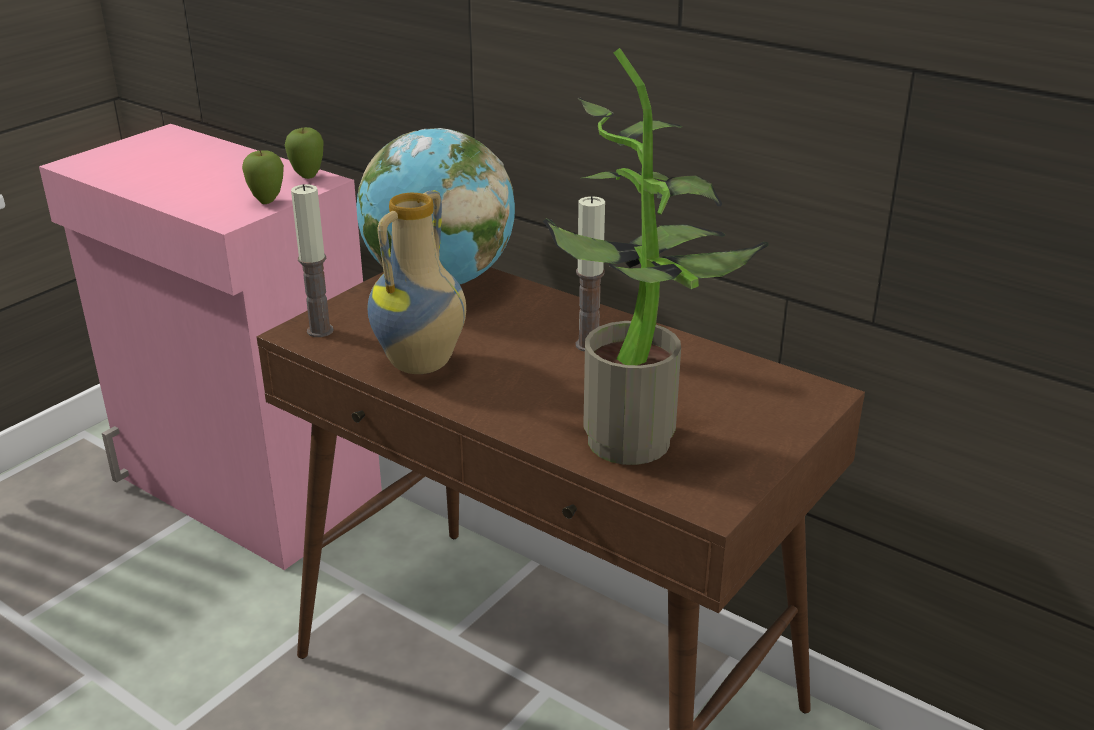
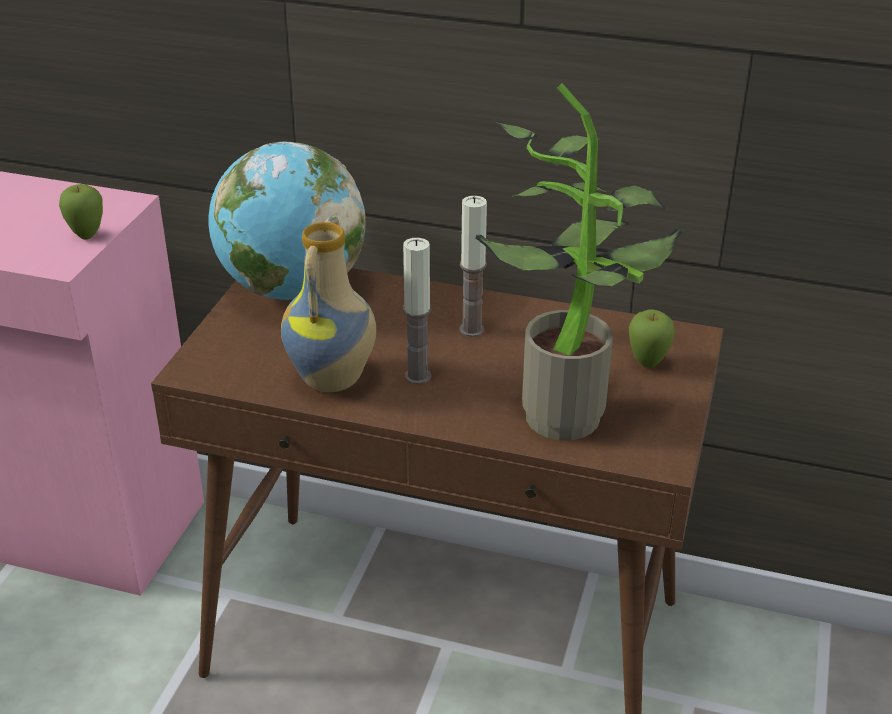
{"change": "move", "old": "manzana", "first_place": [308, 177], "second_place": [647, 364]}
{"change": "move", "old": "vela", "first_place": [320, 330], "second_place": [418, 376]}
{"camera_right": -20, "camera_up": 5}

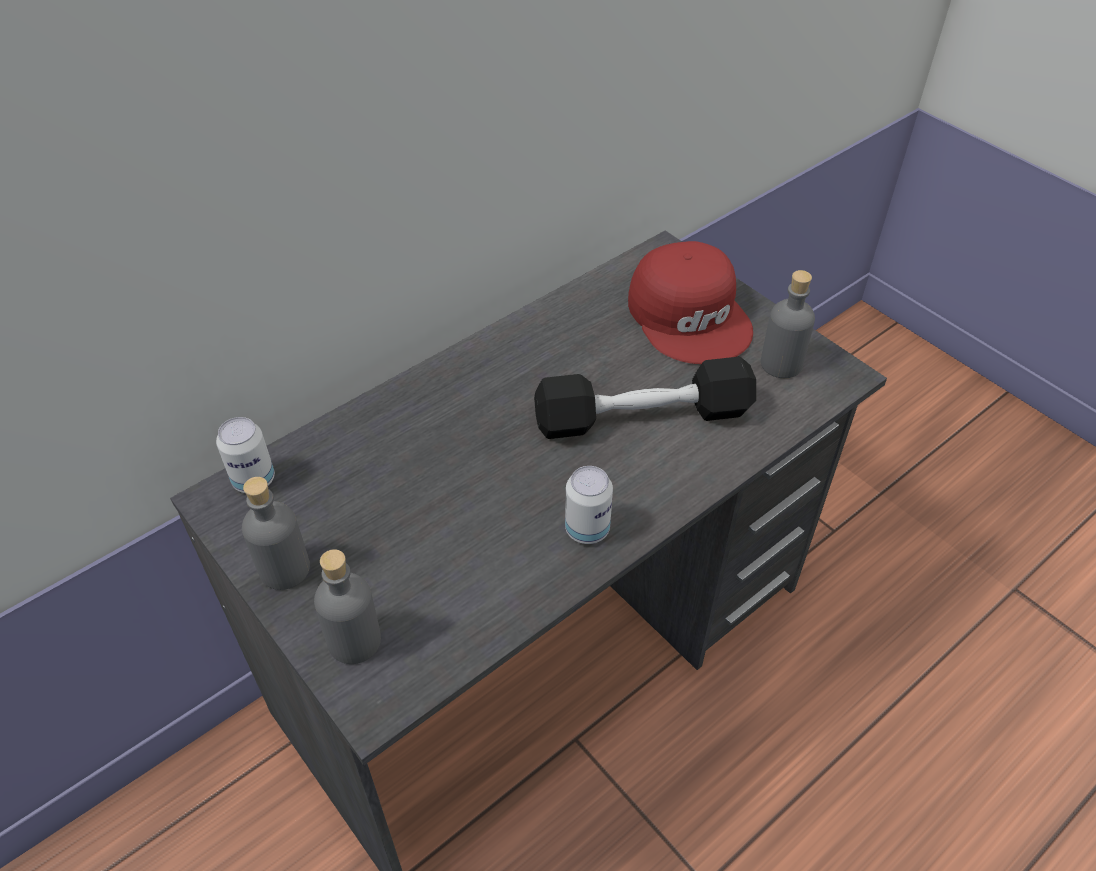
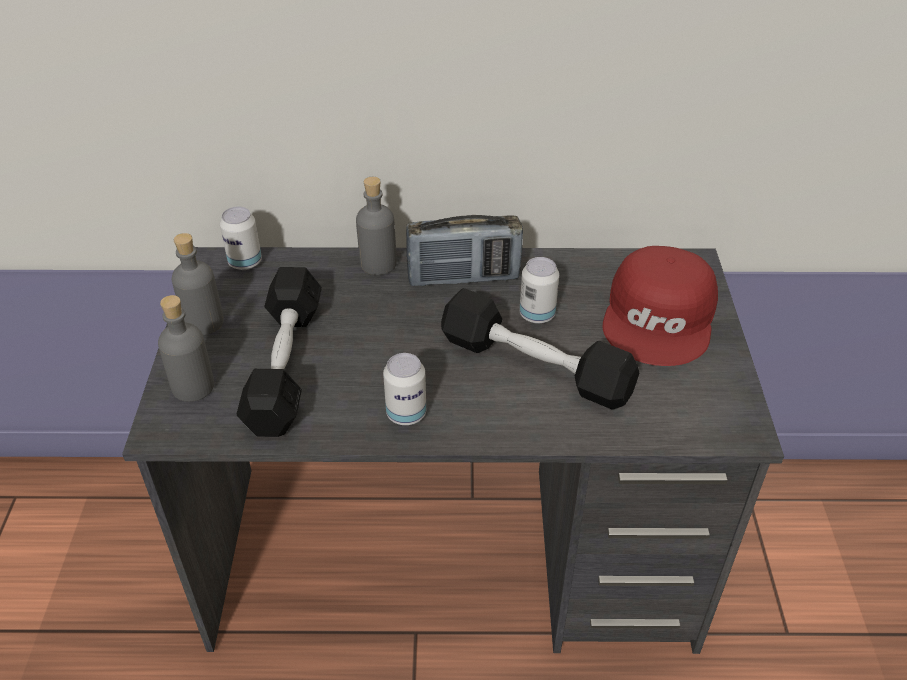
{"change": "insert", "new": "mancuerna/negro", "second_place": [285, 365]}
{"change": "insert", "new": "radio", "second_place": [463, 277]}
{"change": "insert", "new": "lata", "second_place": [537, 315]}
{"change": "move", "old": "botella/gris", "first_place": [781, 364], "second_place": [378, 263]}
{"camera_right": 40, "camera_up": -5}

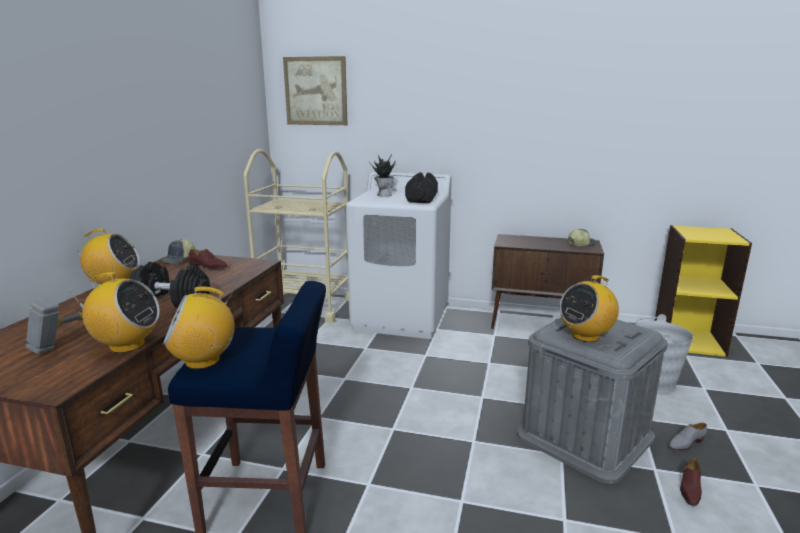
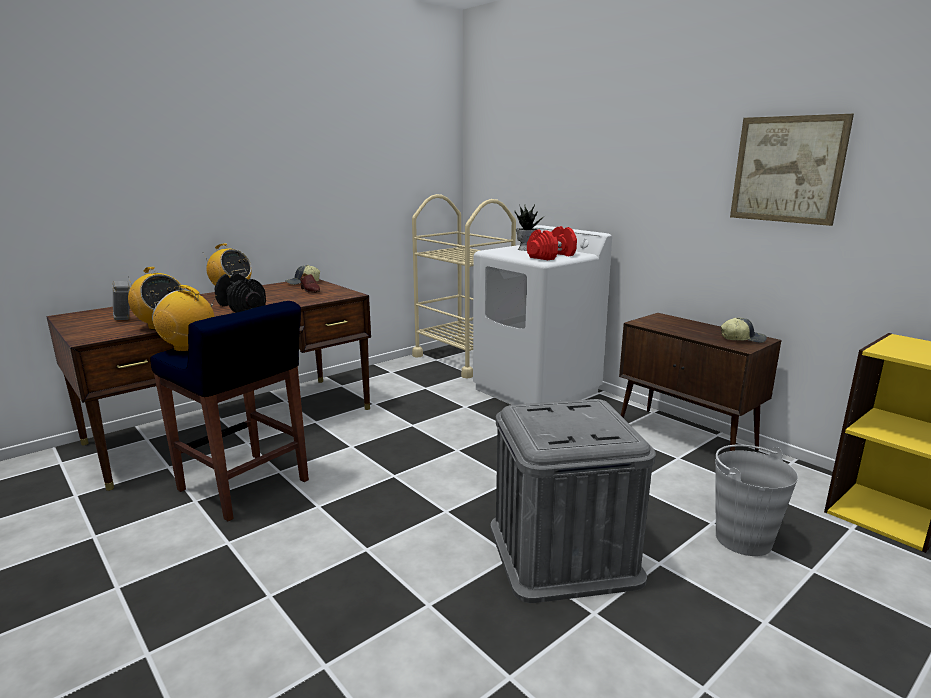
{"change": "delete", "old": "radio", "first_place": [585, 336]}
{"change": "delete", "old": "zapato/gris", "first_place": [685, 443]}
{"change": "delete", "old": "zapato/marrón", "first_place": [689, 489]}
{"change": "move", "old": "cuadro", "first_place": [315, 91], "second_place": [787, 169]}
{"change": "recolor", "old": "mancuerna/negro", "new": "mancuerna/rojo", "first_place": [421, 199], "second_place": [551, 256]}
{"camera_right": 35, "camera_up": 0}

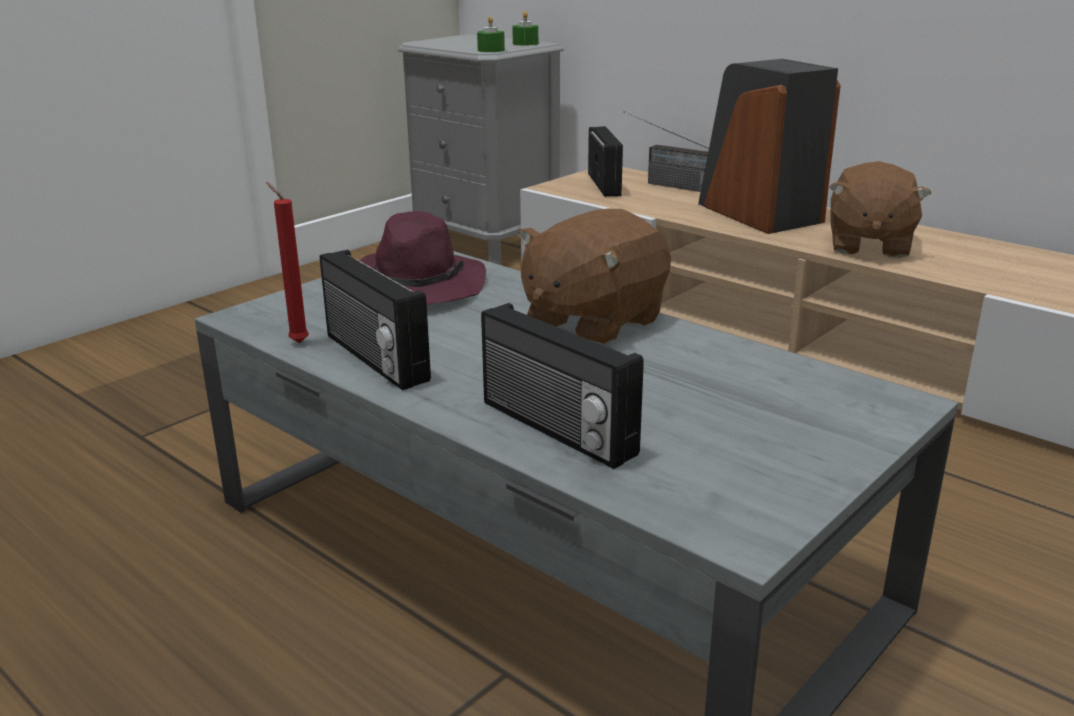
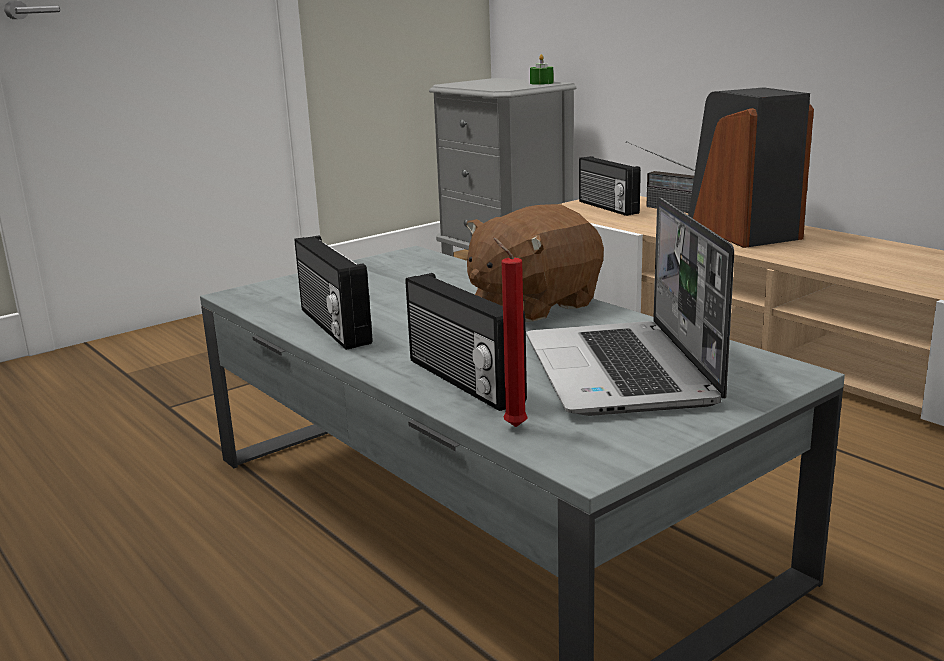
{"change": "delete", "old": "sombrero/morado", "first_place": [416, 286]}
{"change": "delete", "old": "vela/verde", "first_place": [491, 50]}
{"change": "delete", "old": "peluche/marrón", "first_place": [868, 245]}
{"change": "insert", "new": "portátil", "second_place": [622, 372]}
{"change": "move", "old": "vela/rojo", "first_place": [296, 342], "second_place": [512, 426]}
{"change": "rotate", "old": "radio", "first_place": [606, 184], "second_place": [606, 207], "degrees": 150}
{"camera_right": 10, "camera_up": -5}

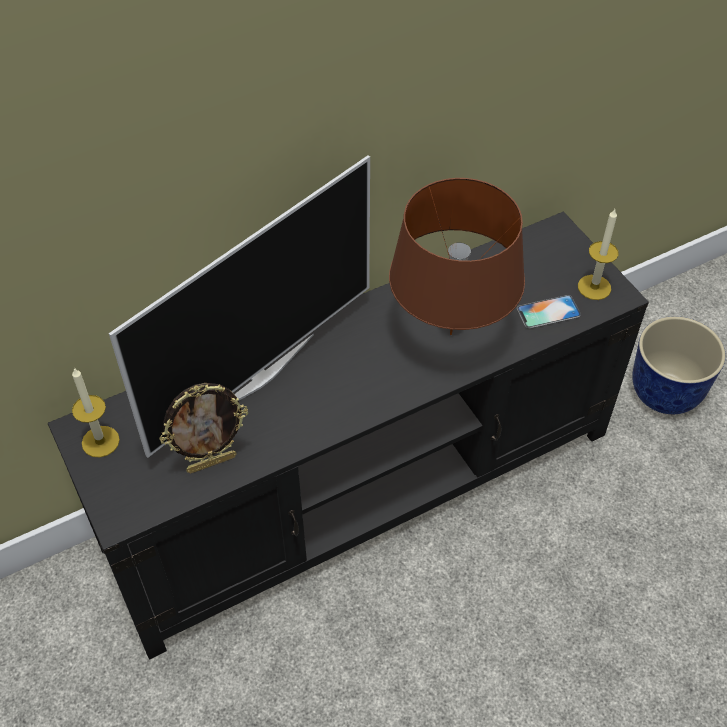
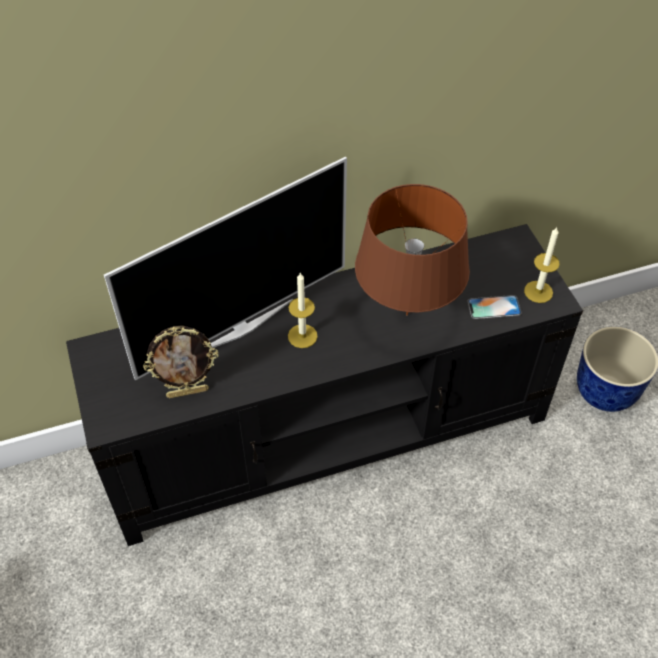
{"change": "move", "old": "vela", "first_place": [100, 441], "second_place": [302, 336]}
{"camera_right": 10, "camera_up": 0}

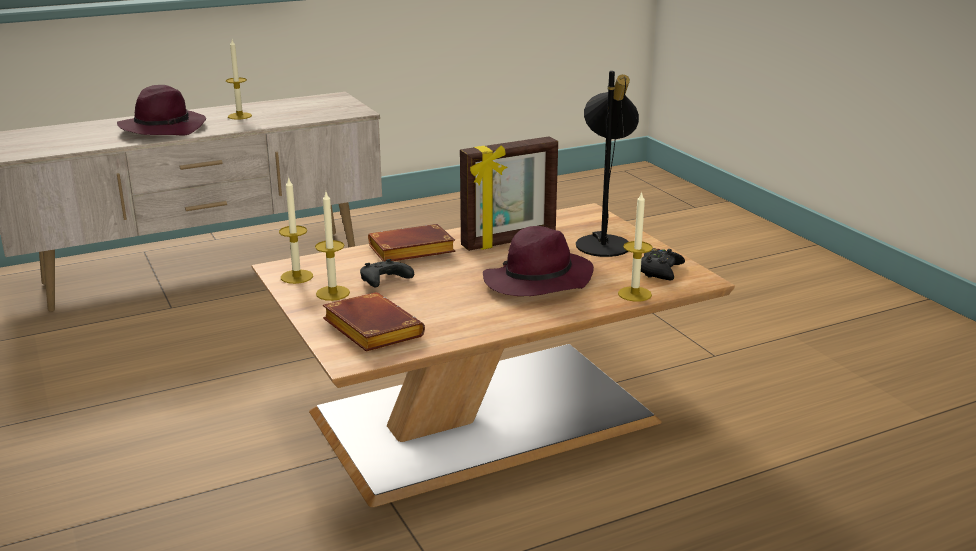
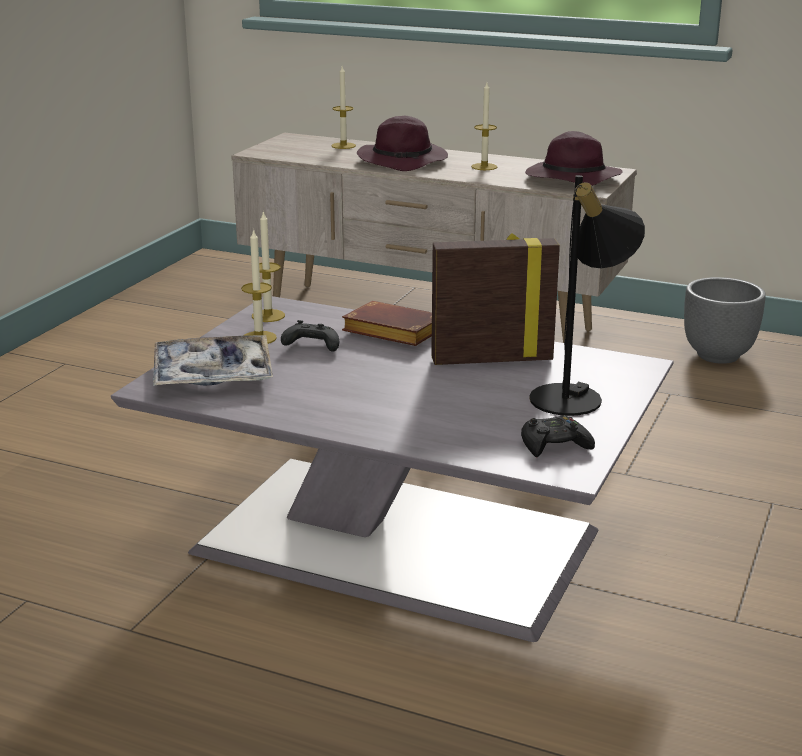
{"change": "insert", "new": "maceta/gris", "second_place": [718, 356]}
{"change": "move", "old": "sombrero/morado", "first_place": [537, 282], "second_place": [571, 179]}
{"change": "move", "old": "vela", "first_place": [634, 294], "second_place": [343, 146]}
{"change": "replace", "old": "libro/marrón", "new": "bandeja", "first_place": [369, 330], "second_place": [212, 374]}
{"change": "recolor", "old": "mesa de centro/marrón", "new": "mesa de centro/gris", "first_place": [489, 414], "second_place": [404, 542]}
{"change": "rotate", "old": "portarretratos", "first_place": [509, 241], "second_place": [491, 359], "degrees": 150}
{"camera_right": 50, "camera_up": 0}

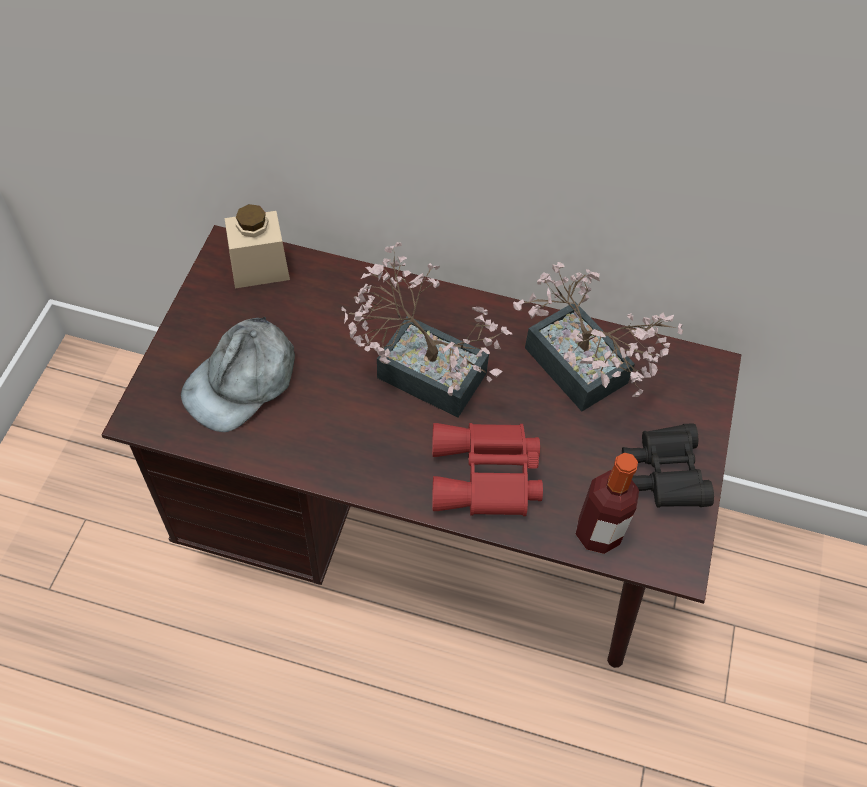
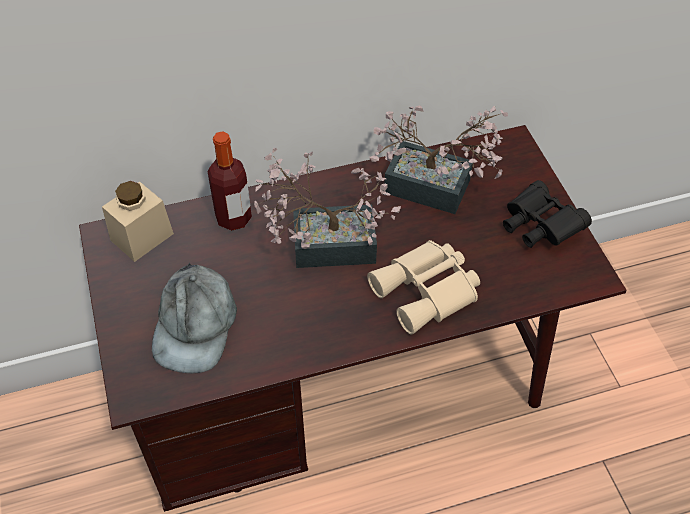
{"change": "move", "old": "botella", "first_place": [598, 533], "second_place": [233, 218]}
{"change": "recolor", "old": "prismáticos/rojo", "new": "prismáticos/beis", "first_place": [486, 477], "second_place": [428, 292]}
{"camera_right": -30, "camera_up": -5}

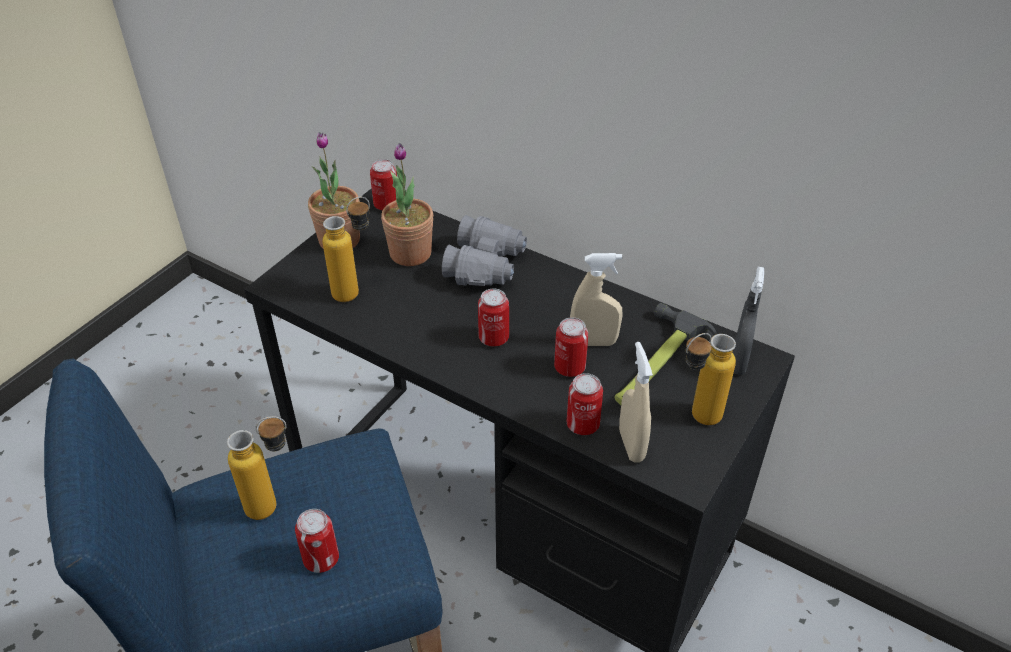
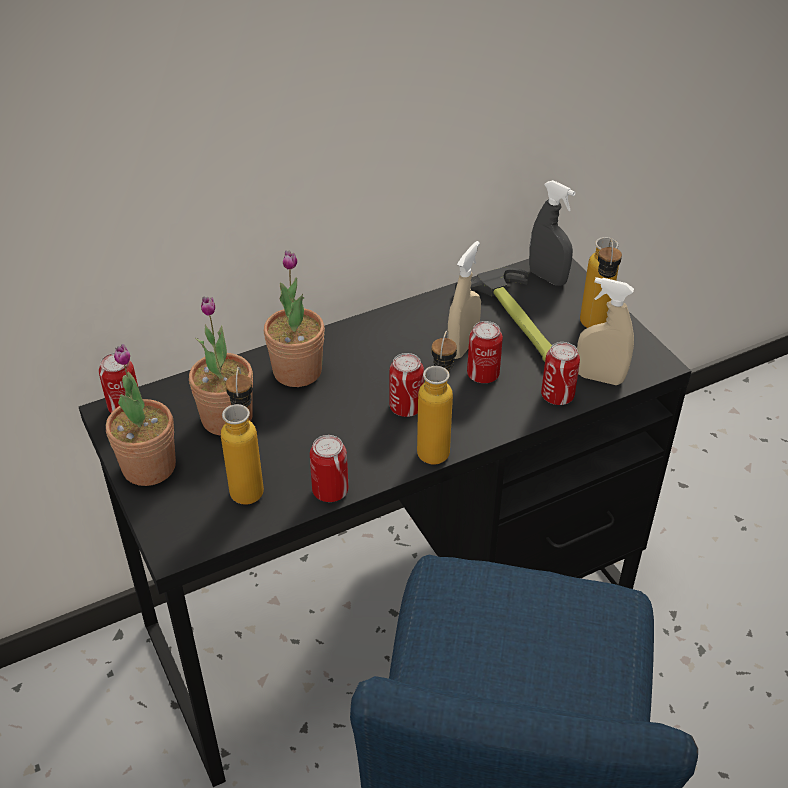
{"change": "move", "old": "botella", "first_place": [274, 505], "second_place": [436, 444]}
{"change": "move", "old": "lata", "first_place": [321, 559], "second_place": [330, 491]}
{"change": "replace", "old": "prismáticos/gris", "new": "planta en maceta", "first_place": [486, 265], "second_place": [297, 371]}
{"camera_right": -60, "camera_up": 0}

